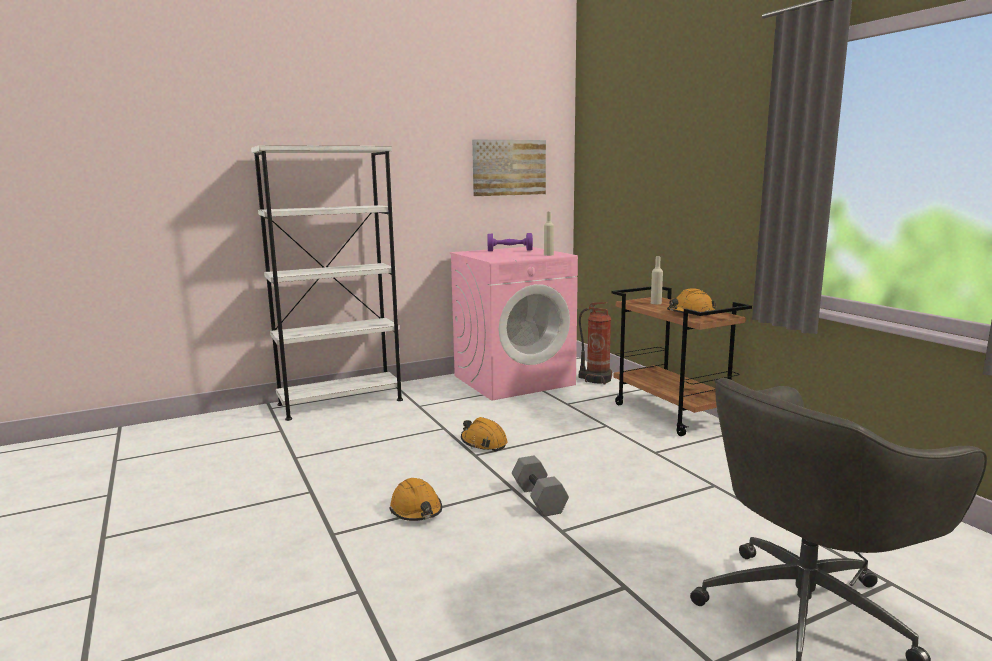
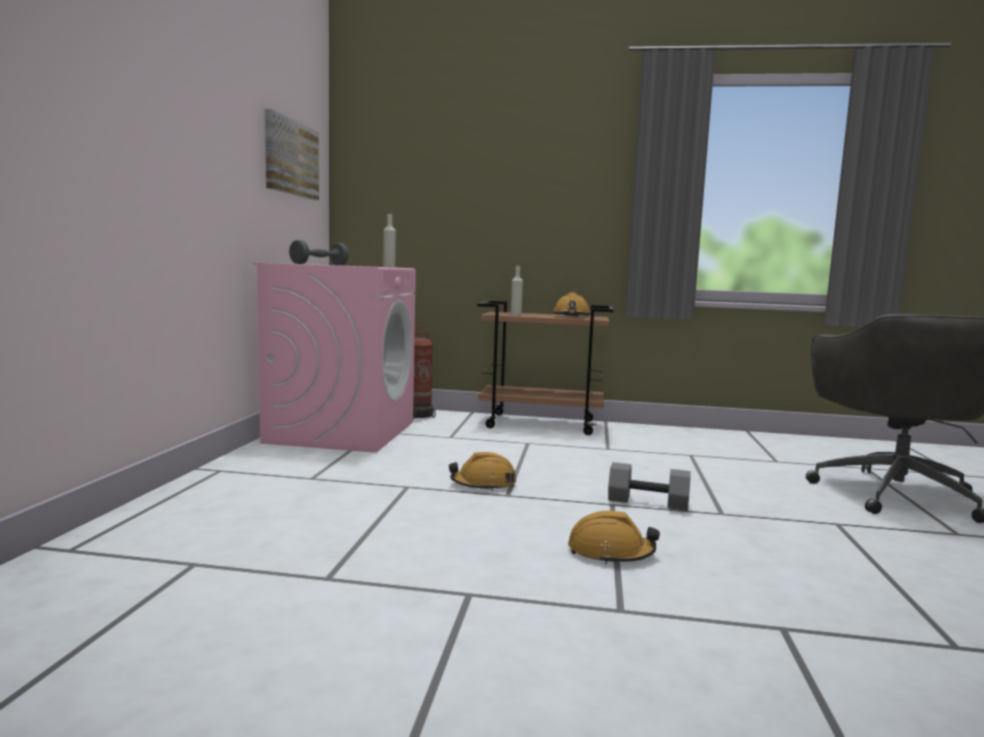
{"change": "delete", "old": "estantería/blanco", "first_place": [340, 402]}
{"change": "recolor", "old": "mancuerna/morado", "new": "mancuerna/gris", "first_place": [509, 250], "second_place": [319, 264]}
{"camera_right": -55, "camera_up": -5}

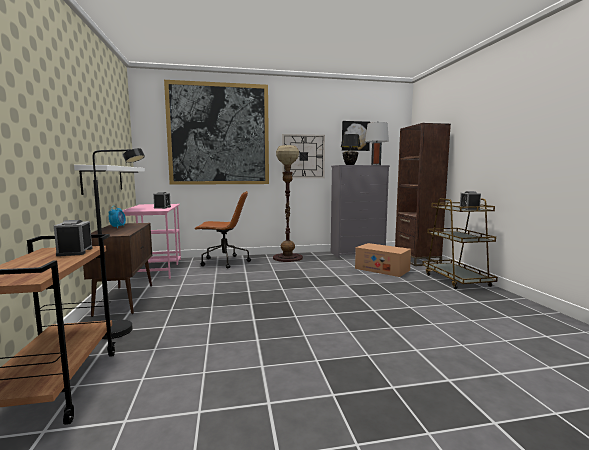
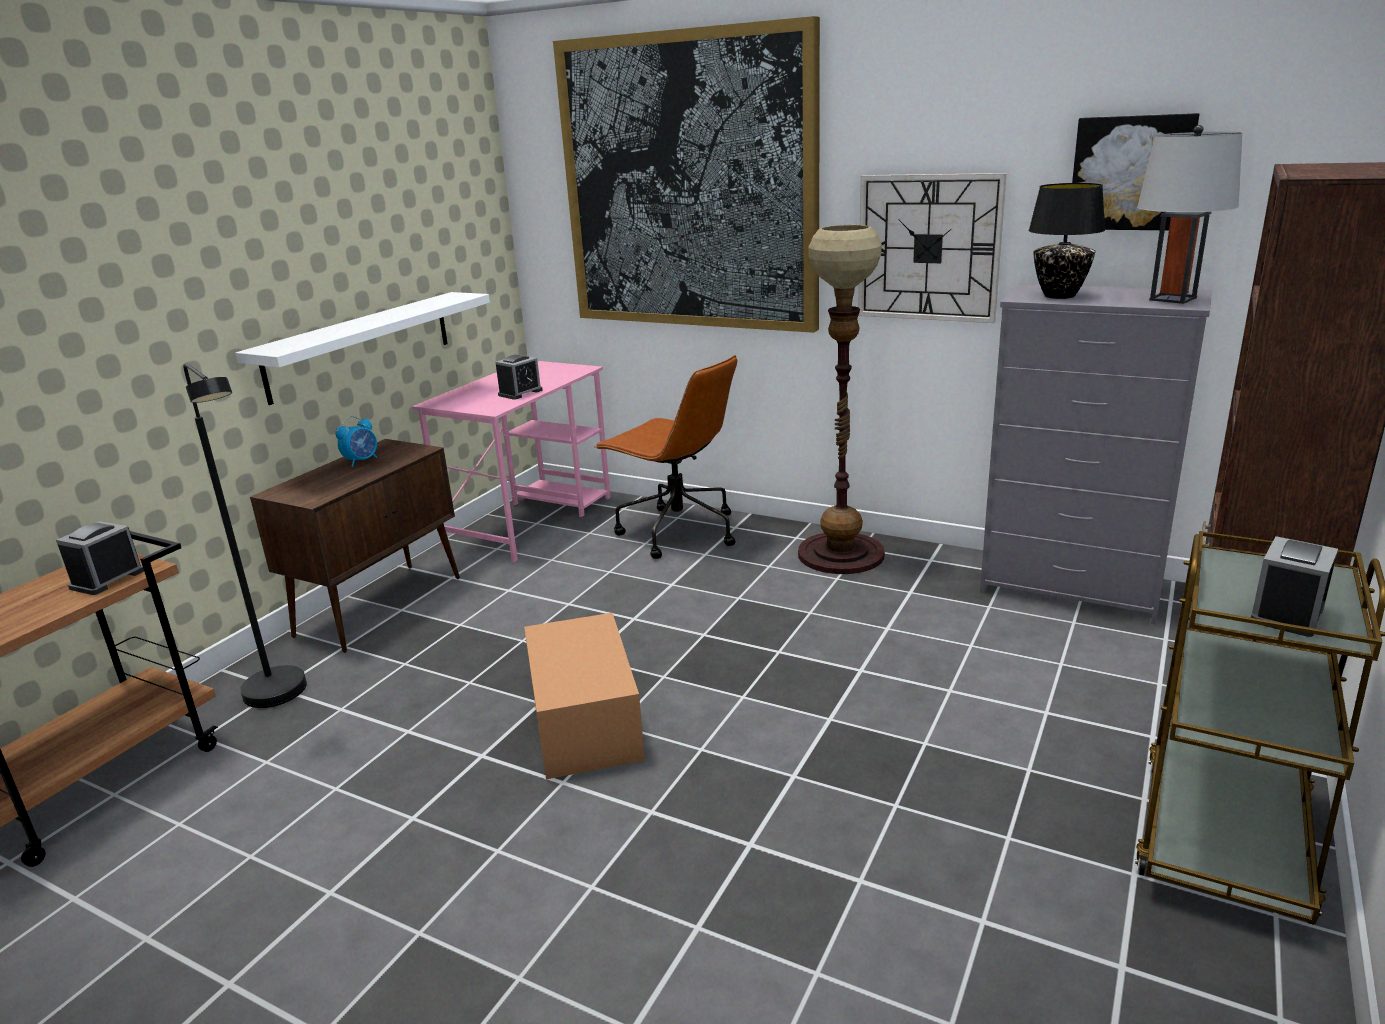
{"change": "move", "old": "caja de cartón", "first_place": [382, 269], "second_place": [585, 721]}
{"camera_right": 40, "camera_up": 15}

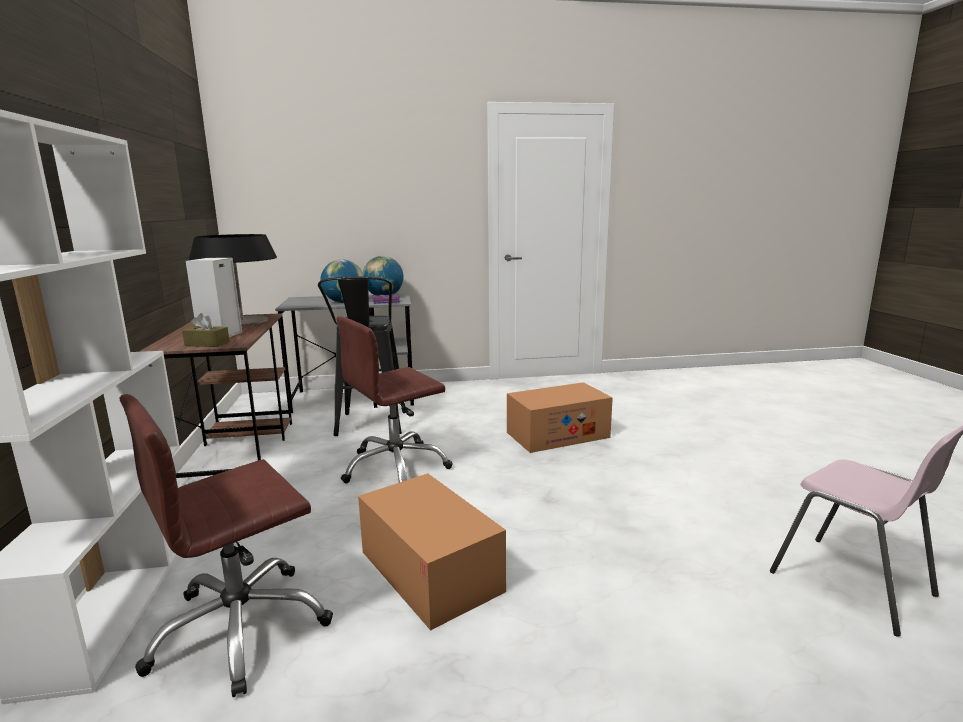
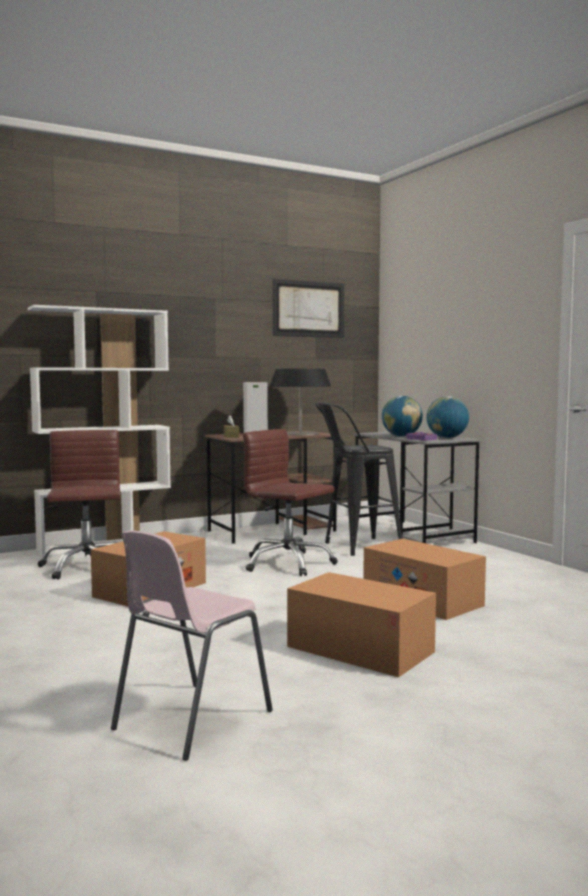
{"change": "insert", "new": "cuadro", "second_place": [308, 309]}
{"change": "insert", "new": "caja de cartón", "second_place": [360, 649]}
{"change": "rotate", "old": "silla de oficina/marrón", "first_place": [240, 628], "second_place": [86, 567], "degrees": 45}
{"camera_right": 70, "camera_up": -10}

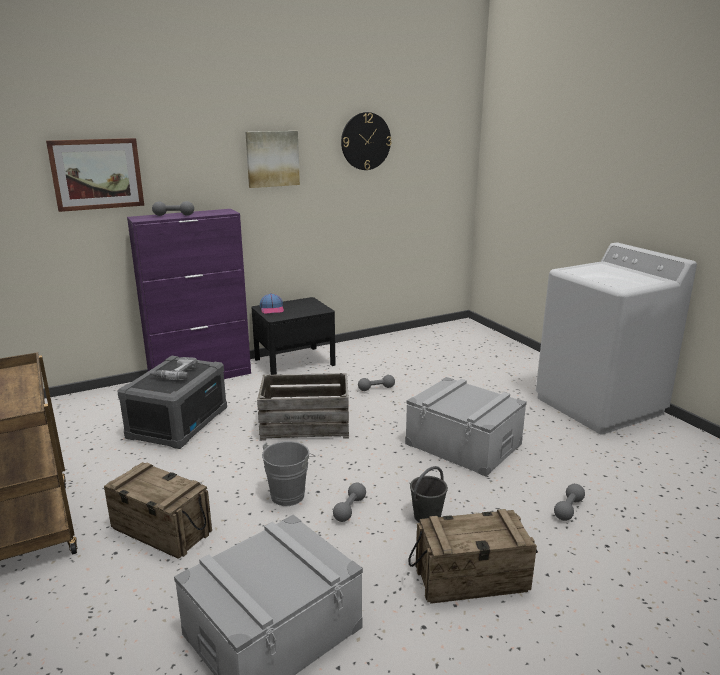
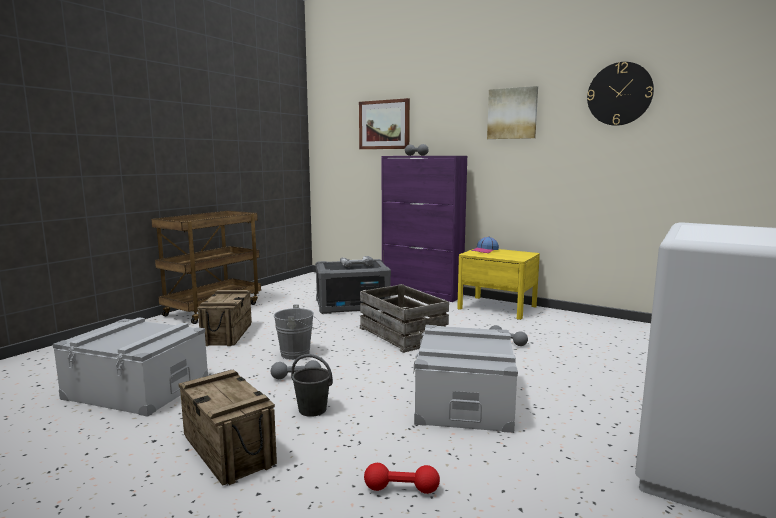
{"change": "recolor", "old": "mesita de noche/negro", "new": "mesita de noche/amarillo", "first_place": [294, 362], "second_place": [497, 307]}
{"change": "recolor", "old": "mancuerna/gris", "new": "mancuerna/rojo", "first_place": [568, 509], "second_place": [401, 489]}
{"camera_right": 60, "camera_up": -10}

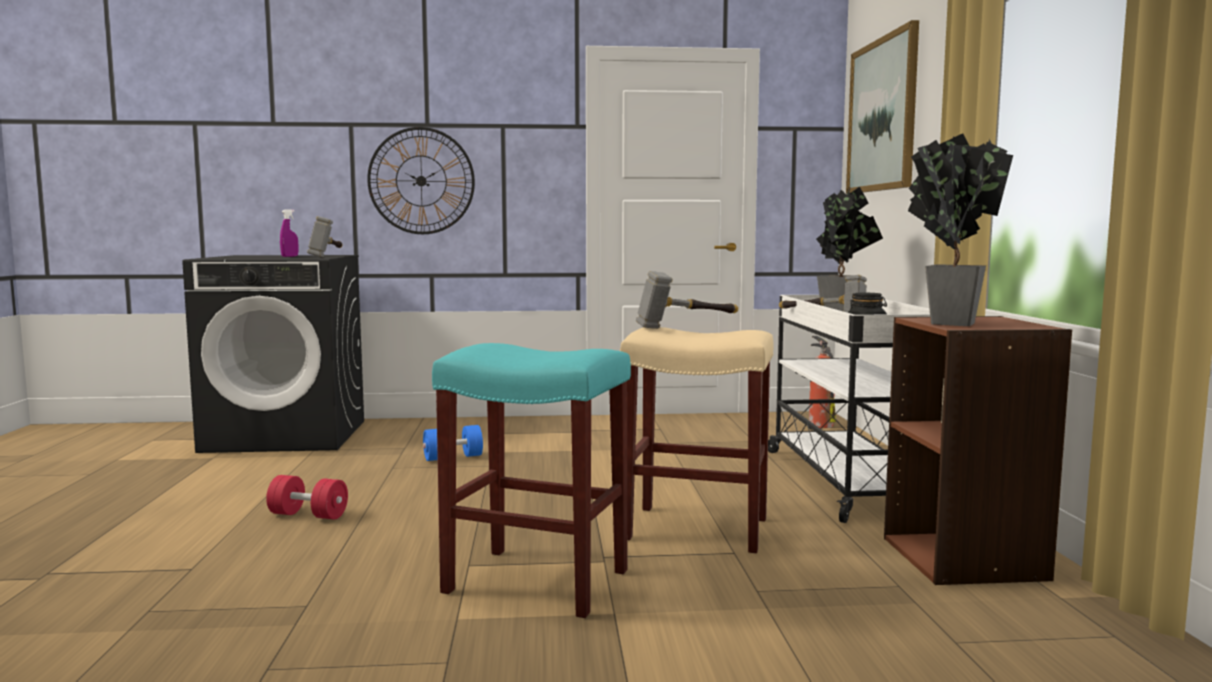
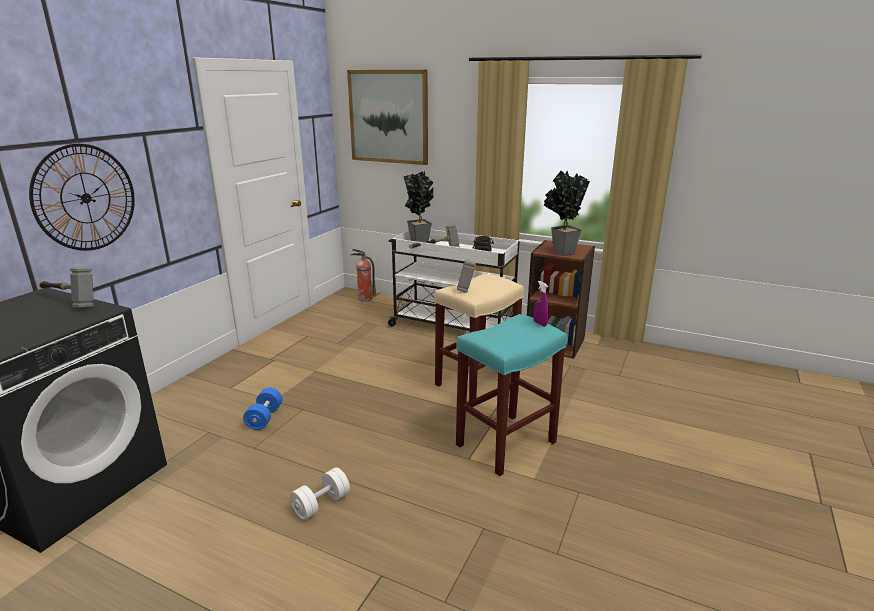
{"change": "move", "old": "pulverizador/morado", "first_place": [289, 256], "second_place": [540, 324]}
{"change": "recolor", "old": "mancuerna/rojo", "new": "mancuerna/blanco", "first_place": [308, 515], "second_place": [321, 504]}
{"camera_right": -60, "camera_up": 15}

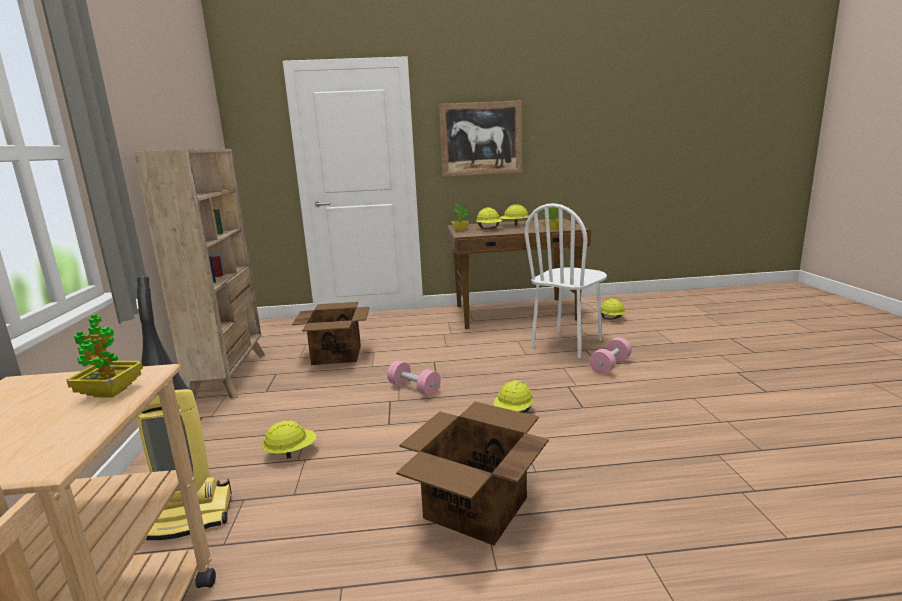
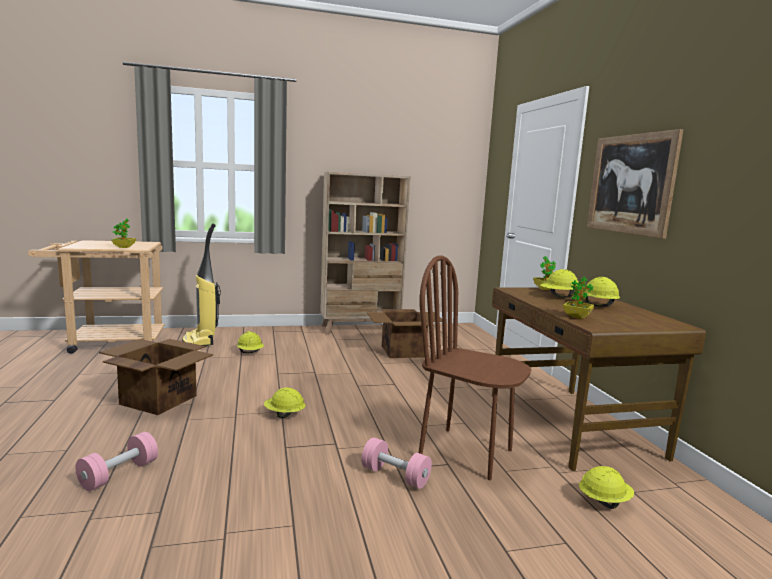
{"change": "move", "old": "mancuerna/rosa", "first_place": [414, 388], "second_place": [119, 474]}
{"change": "recolor", "old": "silla/blanco", "new": "silla/marrón", "first_place": [567, 343], "second_place": [466, 453]}
{"camera_right": 80, "camera_up": -5}

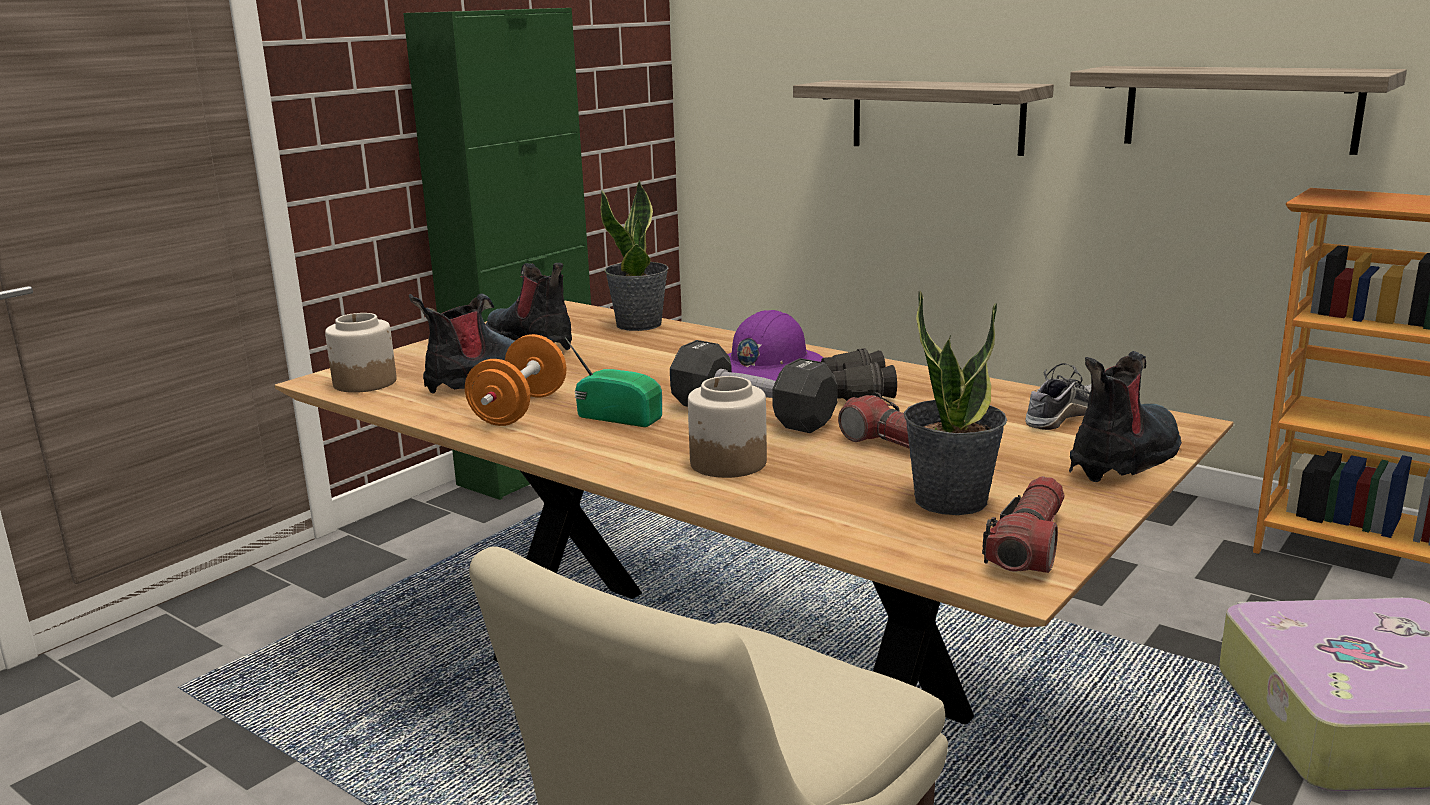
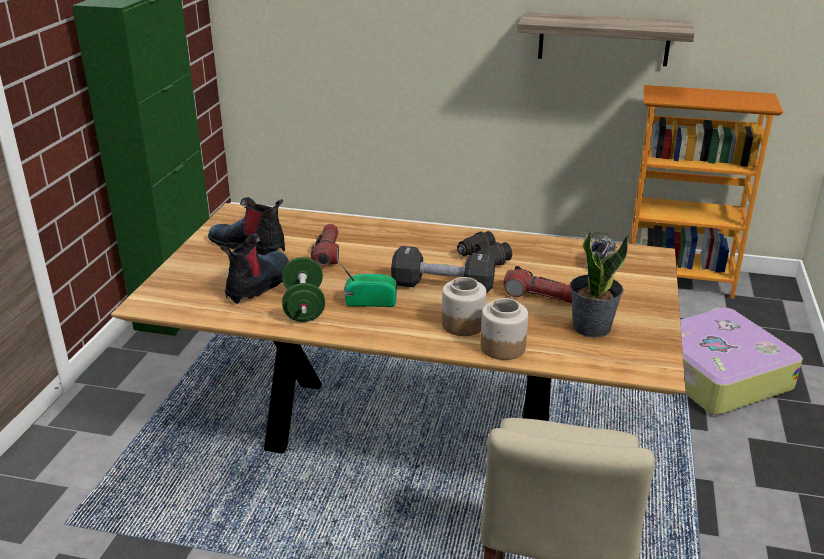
{"change": "delete", "old": "planta en maceta", "first_place": [639, 324]}
{"change": "delete", "old": "casco/morado", "first_place": [768, 369]}
{"change": "delete", "old": "estante", "first_place": [936, 116]}
{"change": "delete", "old": "bota", "first_place": [1125, 458]}
{"change": "move", "old": "tarro", "first_place": [364, 382], "second_place": [502, 347]}
{"change": "move", "old": "linterna", "first_place": [1028, 544], "second_place": [327, 253]}
{"change": "recolor", "old": "mancuerna/naranja", "new": "mancuerna/verde", "first_place": [519, 410], "second_place": [304, 306]}
{"camera_right": -25, "camera_up": 10}

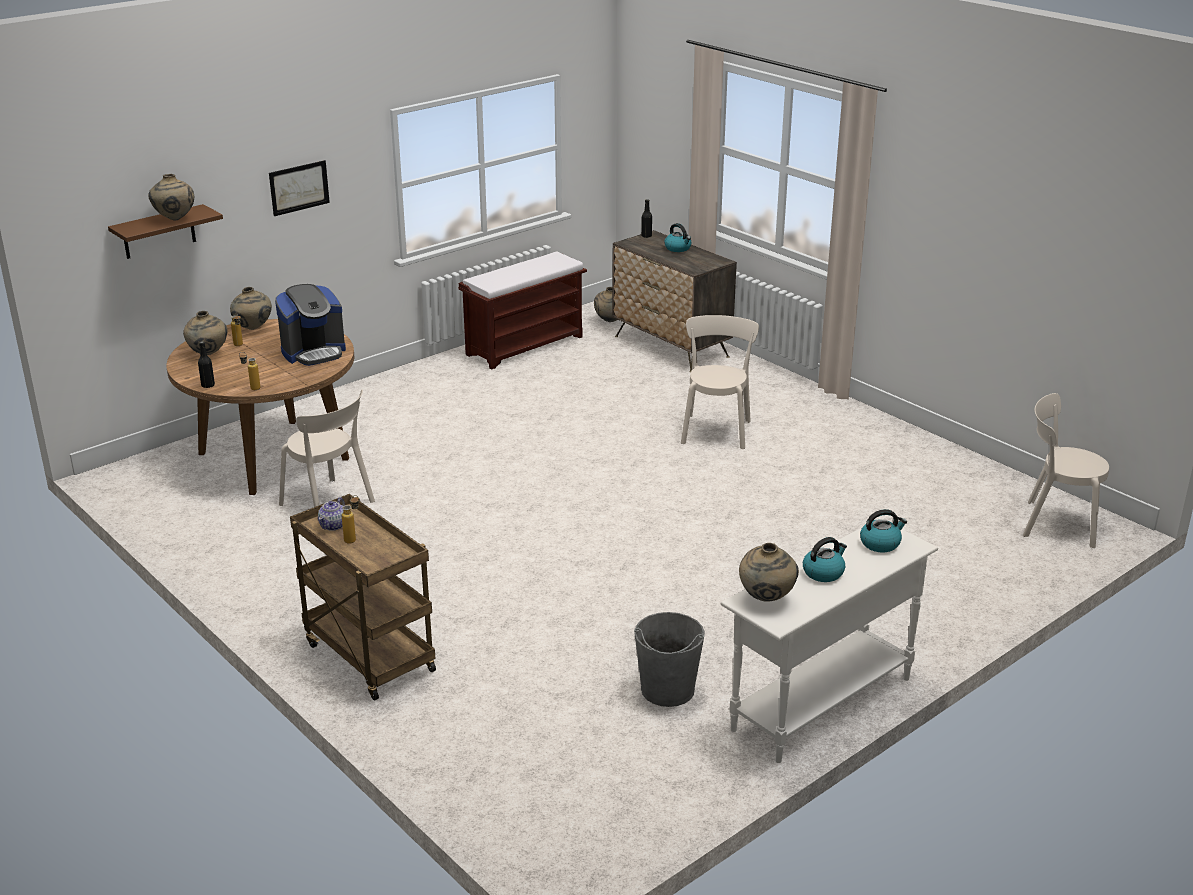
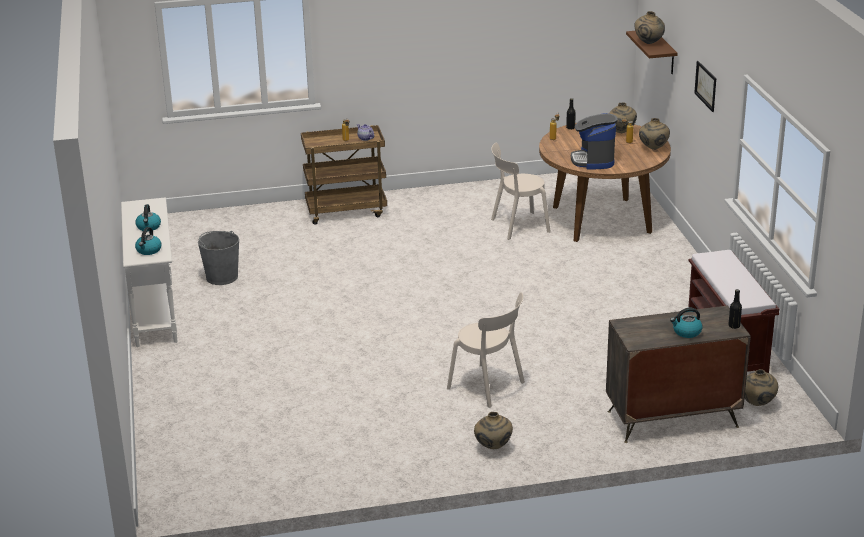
{"change": "delete", "old": "silla/beis", "first_place": [1055, 523]}
{"change": "move", "old": "florero/beis", "first_place": [767, 598], "second_place": [493, 448]}
{"camera_right": 120, "camera_up": 0}

